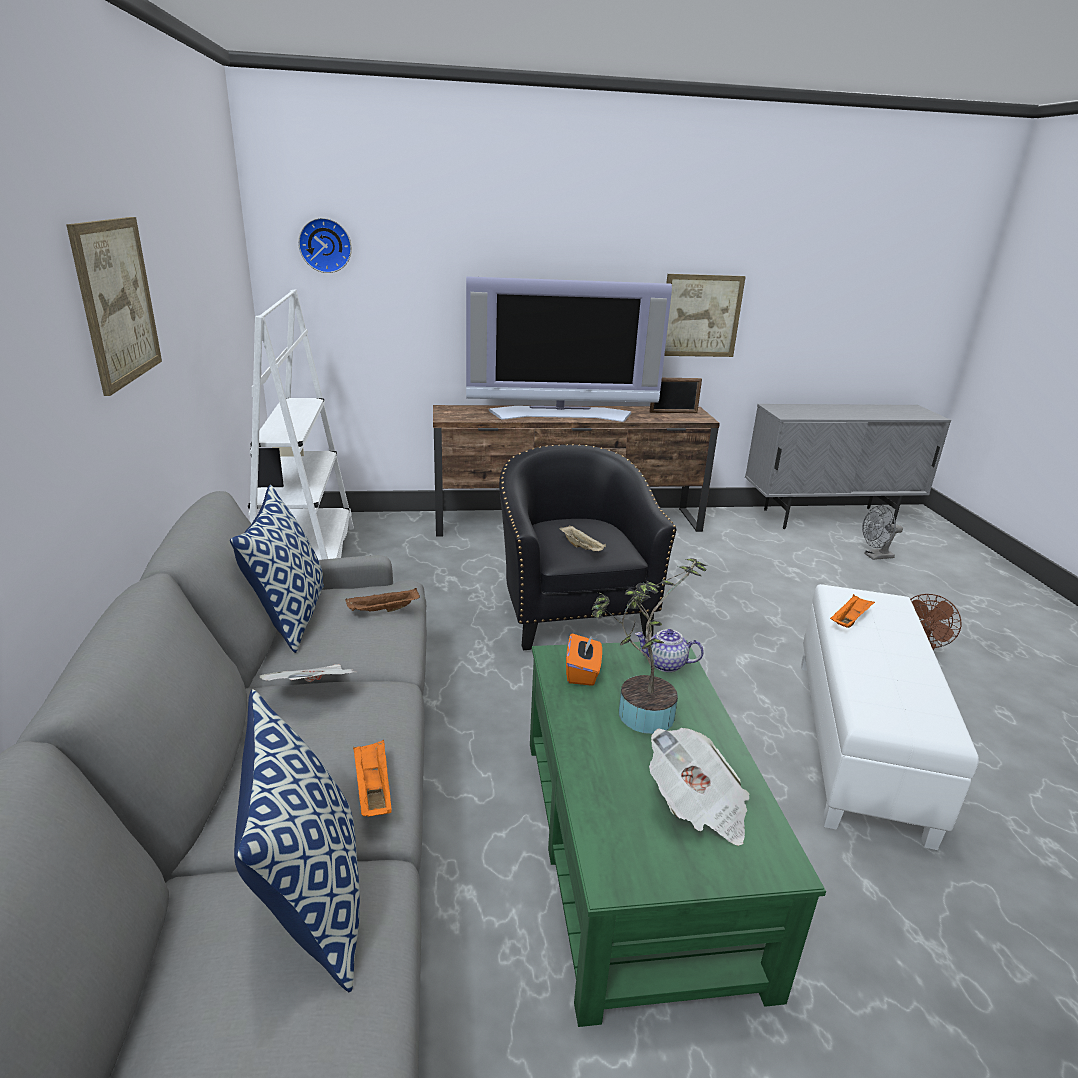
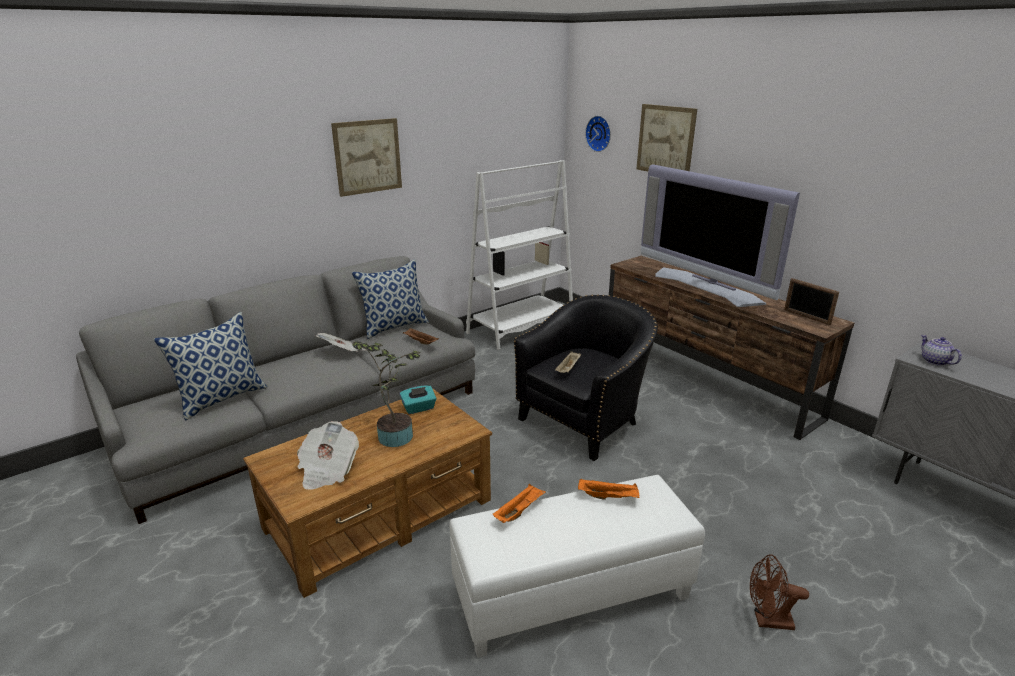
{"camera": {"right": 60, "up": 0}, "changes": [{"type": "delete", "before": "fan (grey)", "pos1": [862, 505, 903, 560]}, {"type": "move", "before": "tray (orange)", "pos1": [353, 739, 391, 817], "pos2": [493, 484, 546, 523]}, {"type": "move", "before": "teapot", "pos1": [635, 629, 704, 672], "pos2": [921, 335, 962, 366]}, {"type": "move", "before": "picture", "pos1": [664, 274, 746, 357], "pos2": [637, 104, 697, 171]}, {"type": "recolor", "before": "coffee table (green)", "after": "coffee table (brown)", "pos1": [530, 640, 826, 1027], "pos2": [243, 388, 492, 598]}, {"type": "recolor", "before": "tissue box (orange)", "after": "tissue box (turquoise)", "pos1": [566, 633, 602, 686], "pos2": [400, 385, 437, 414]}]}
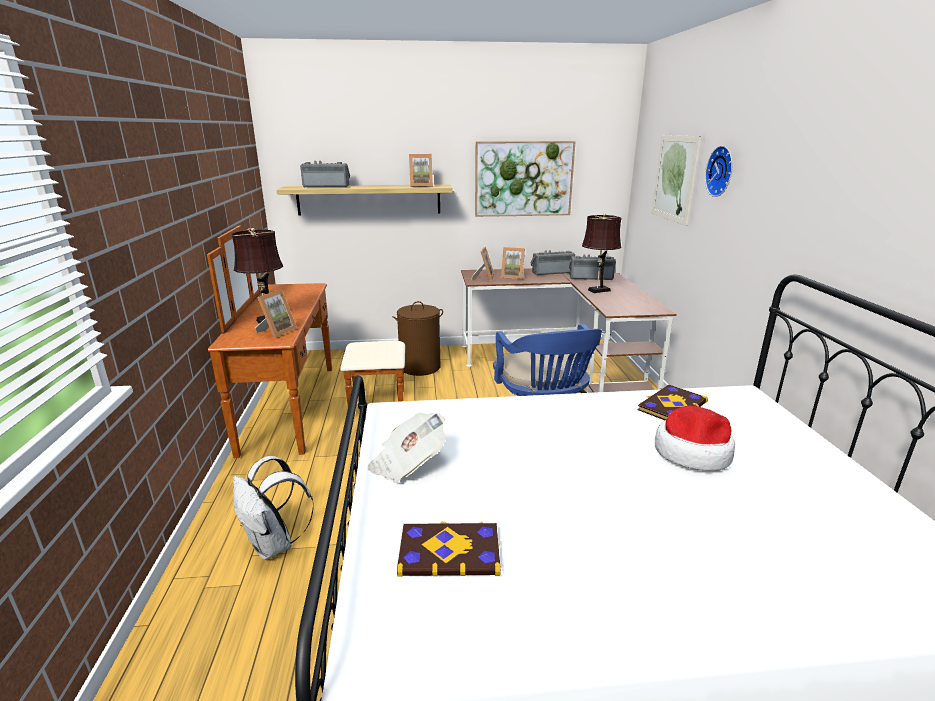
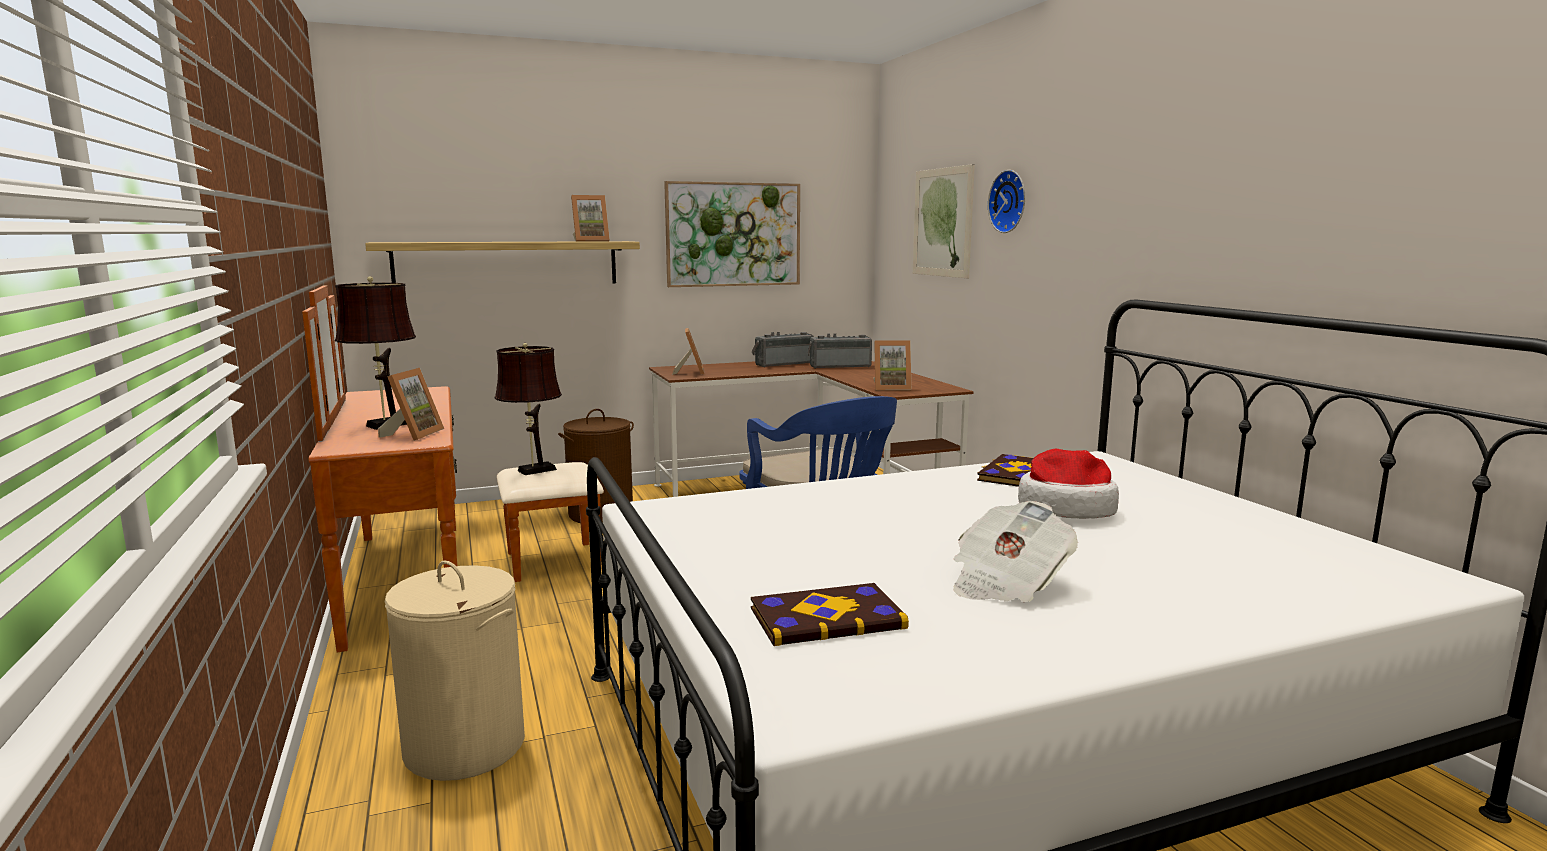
{"camera": {"right": -15, "up": -10}, "changes": [{"type": "delete", "before": "radio", "pos1": [300, 161, 350, 187]}, {"type": "move", "before": "newspaper", "pos1": [368, 412, 446, 483], "pos2": [953, 501, 1078, 602]}, {"type": "move", "before": "picture frame", "pos1": [501, 247, 525, 279], "pos2": [873, 340, 911, 391]}, {"type": "move", "before": "table lamp (brown)", "pos1": [582, 213, 621, 293], "pos2": [495, 343, 562, 475]}, {"type": "replace", "before": "backpack (white)", "after": "laundry basket (beige)", "pos1": [233, 456, 314, 560], "pos2": [385, 561, 525, 781]}]}
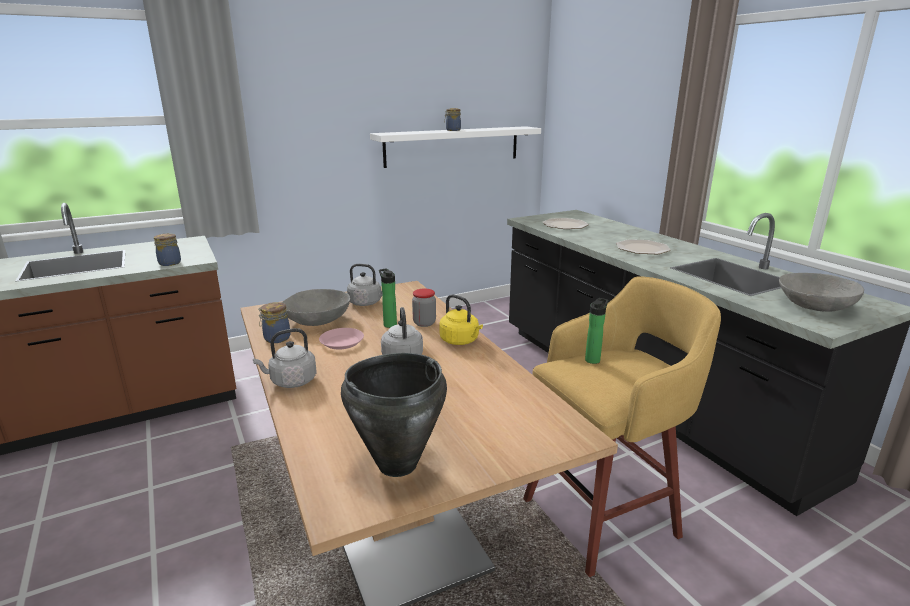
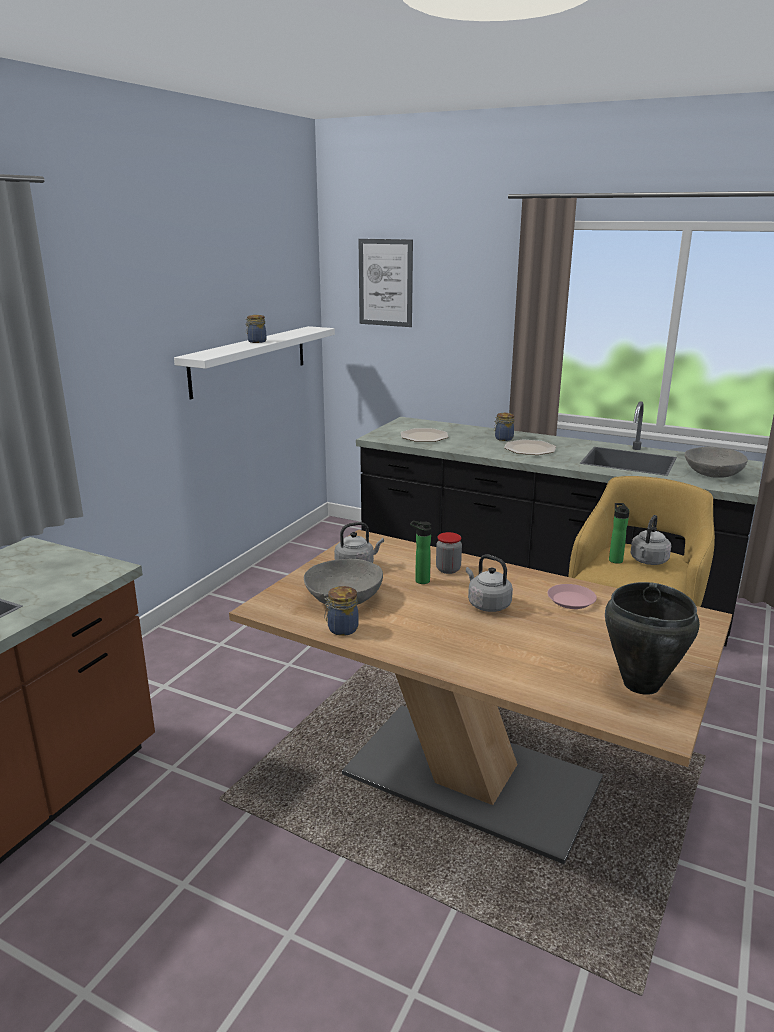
{"camera": {"right": -35, "up": 0}, "changes": [{"type": "delete", "before": "kettle (yellow)", "pos1": [440, 294, 483, 345]}, {"type": "insert", "after": "picture", "pos2": [359, 239, 413, 327]}, {"type": "move", "before": "jar", "pos1": [154, 233, 181, 266], "pos2": [494, 413, 514, 441]}, {"type": "move", "before": "kettle (grey)", "pos1": [253, 328, 317, 388], "pos2": [630, 515, 671, 565]}, {"type": "move", "before": "plate (pink)", "pos1": [319, 328, 364, 349], "pos2": [547, 584, 597, 609]}]}
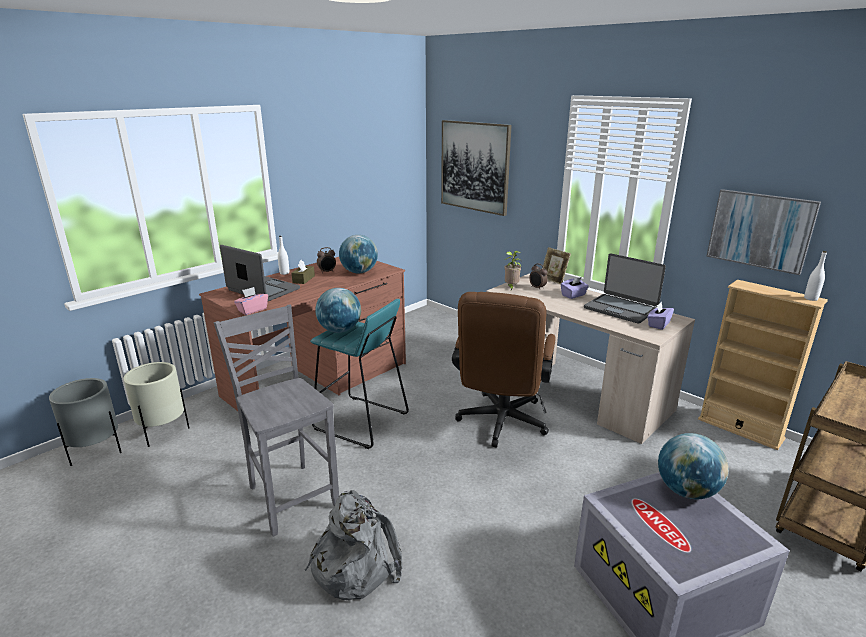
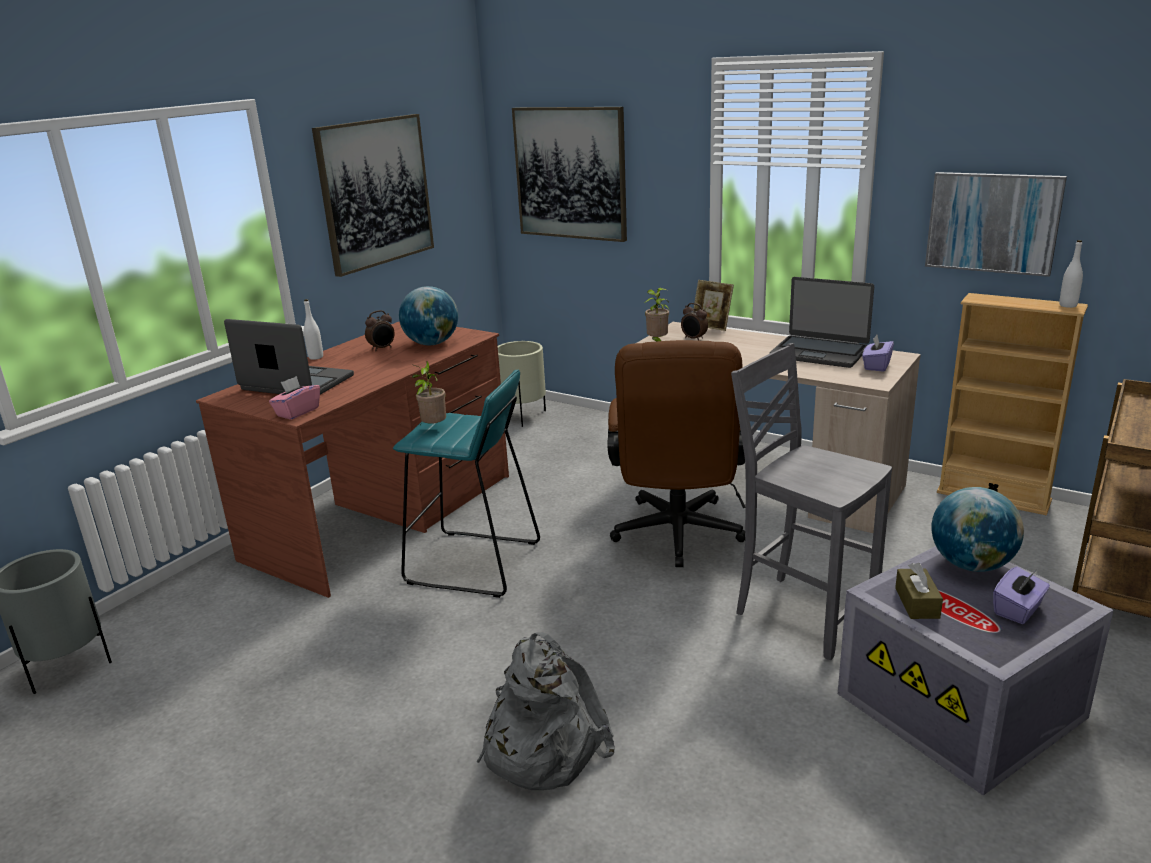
{"camera": {"right": -10, "up": 0}, "changes": [{"type": "insert", "after": "picture", "pos2": [312, 114, 434, 277]}, {"type": "move", "before": "planter (beige)", "pos1": [123, 362, 189, 447], "pos2": [498, 341, 546, 427]}, {"type": "move", "before": "chair (grey)", "pos1": [214, 304, 339, 537], "pos2": [731, 343, 892, 660]}, {"type": "move", "before": "tissue box (brown)", "pos1": [291, 260, 315, 284], "pos2": [895, 563, 943, 619]}, {"type": "move", "before": "tissue box (purple)", "pos1": [561, 277, 589, 299], "pos2": [993, 567, 1050, 624]}, {"type": "replace", "before": "globe", "after": "potted plant", "pos1": [315, 288, 361, 333], "pos2": [412, 361, 446, 425]}]}
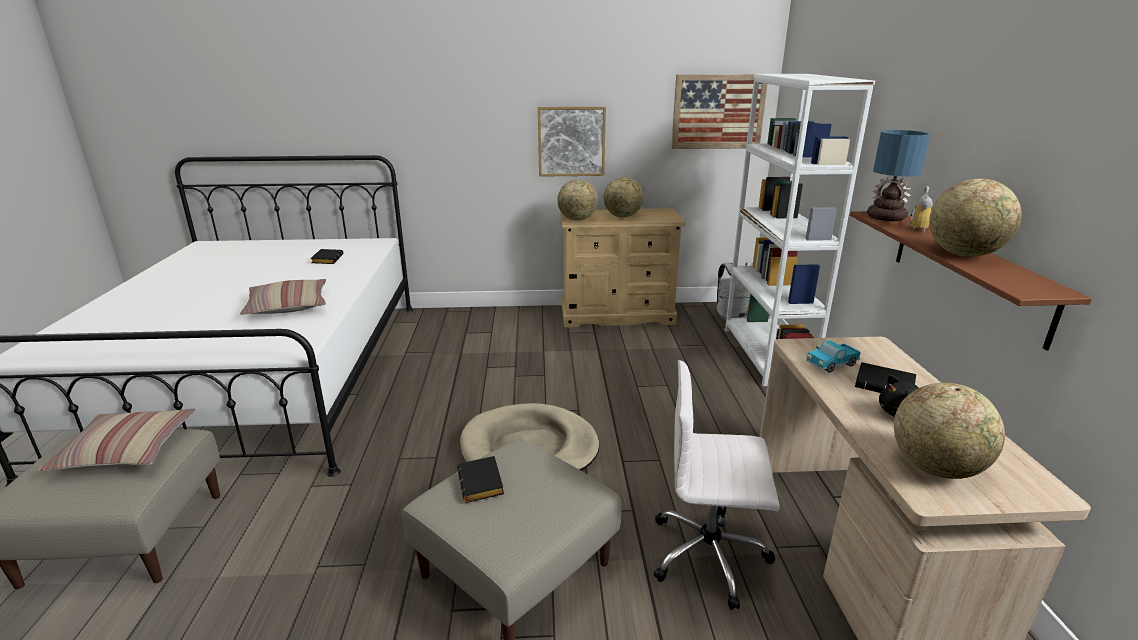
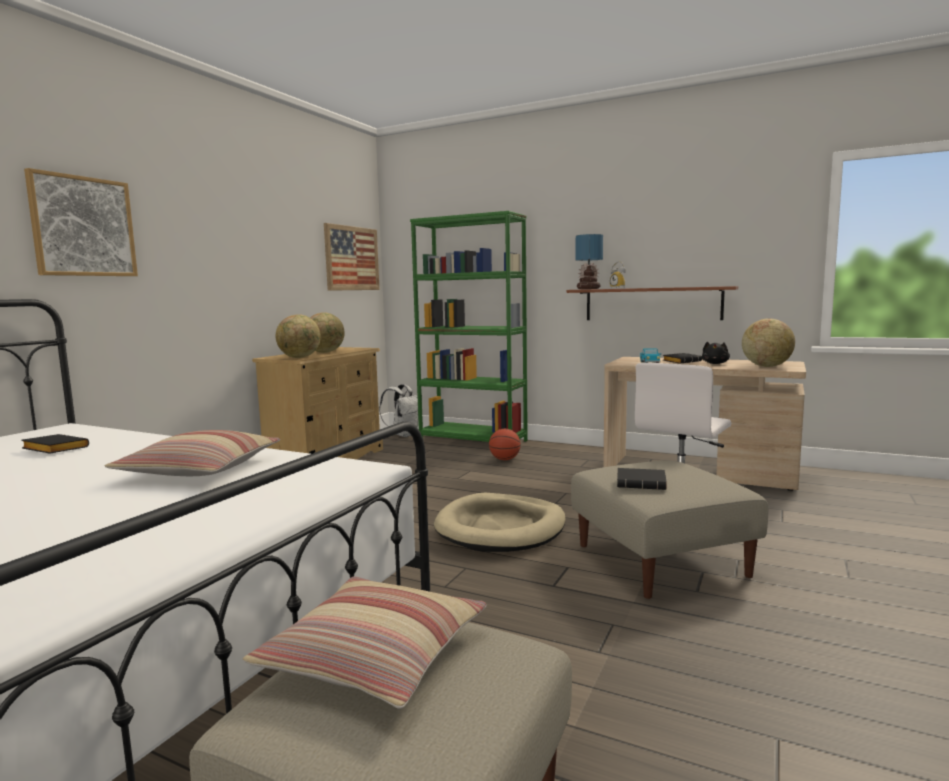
{"camera": {"right": -60, "up": -15}, "changes": [{"type": "delete", "before": "globe", "pos1": [929, 179, 1022, 257]}, {"type": "insert", "after": "basketball", "pos2": [489, 429, 521, 460]}, {"type": "move", "before": "picture", "pos1": [538, 107, 606, 177], "pos2": [24, 168, 138, 276]}, {"type": "recolor", "before": "bookcase (white)", "after": "bookcase (green)", "pos1": [725, 74, 875, 387], "pos2": [410, 211, 528, 442]}]}
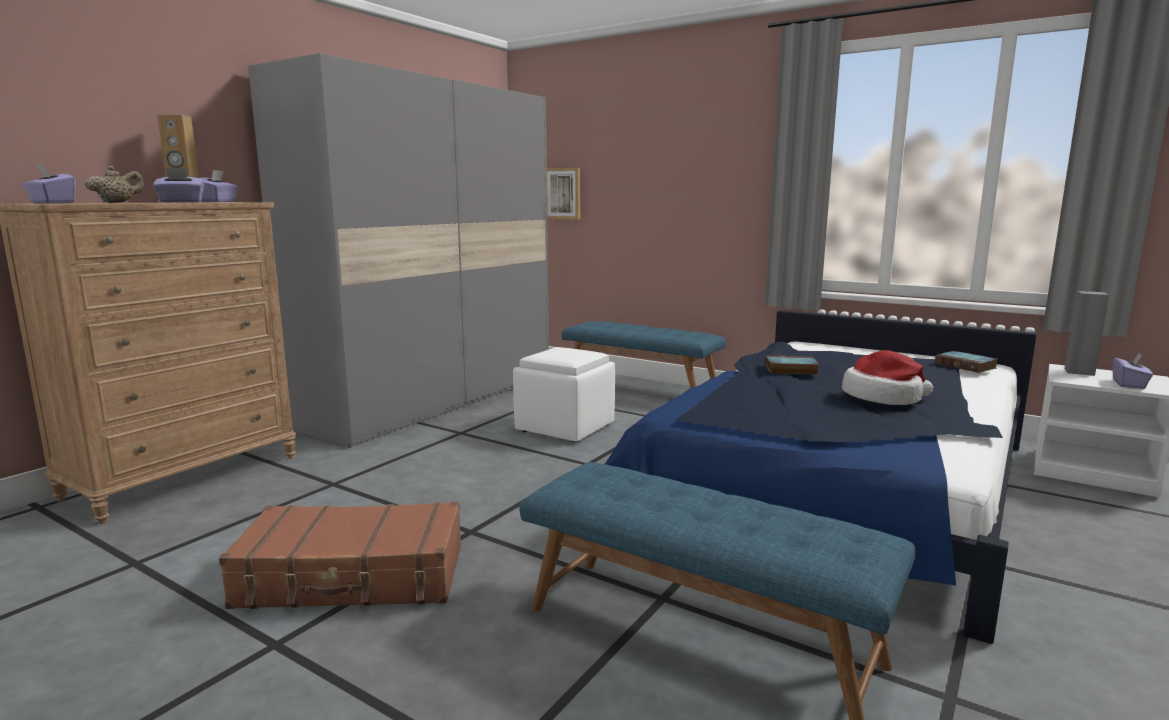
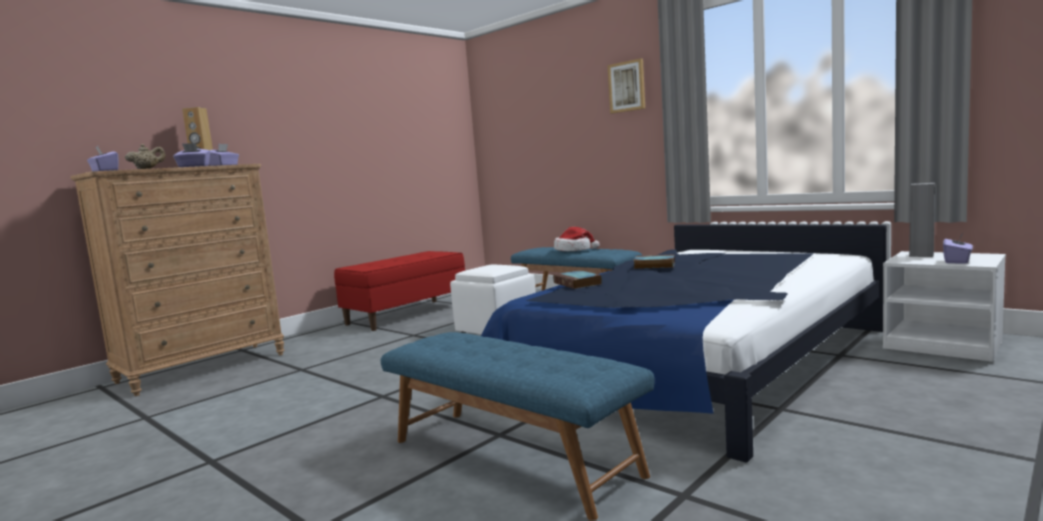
{"camera": {"right": 10, "up": -5}, "changes": [{"type": "delete", "before": "suitcase (brown)", "pos1": [219, 502, 461, 609]}, {"type": "move", "before": "picture", "pos1": [547, 168, 580, 219], "pos2": [608, 58, 645, 113]}, {"type": "move", "before": "hat", "pos1": [842, 350, 933, 405], "pos2": [554, 227, 600, 251]}, {"type": "move", "before": "book", "pos1": [935, 351, 997, 373], "pos2": [553, 270, 602, 289]}, {"type": "replace", "before": "wardrobe (grey)", "after": "bench (red)", "pos1": [248, 53, 549, 447], "pos2": [334, 251, 465, 331]}]}
